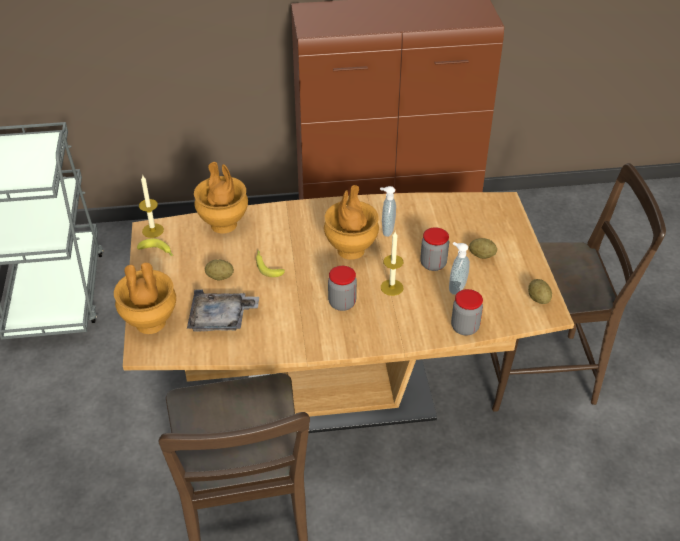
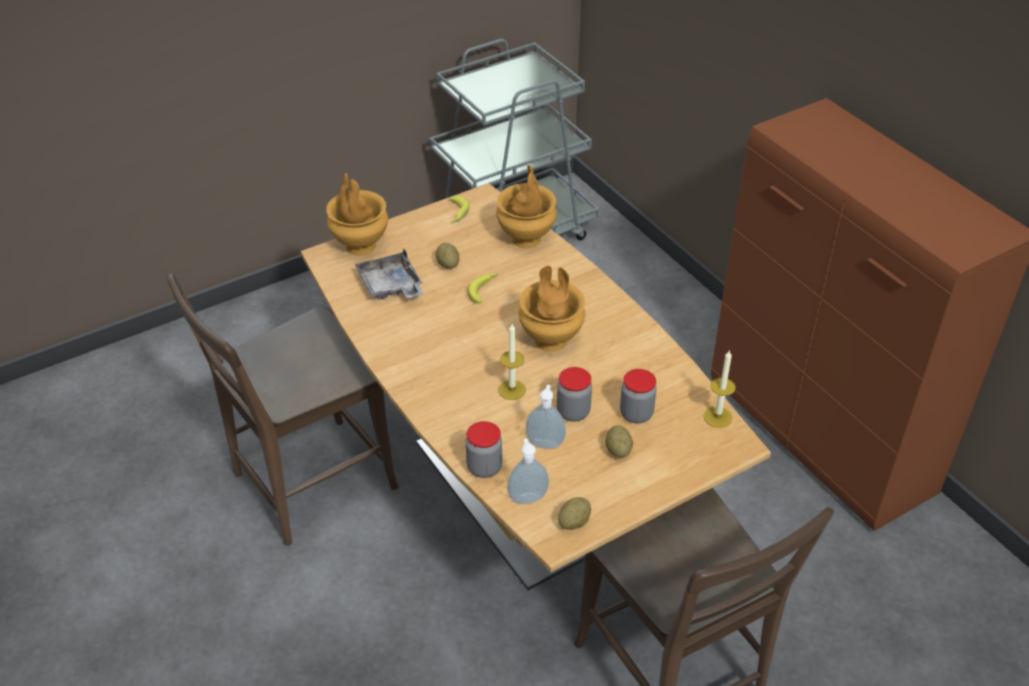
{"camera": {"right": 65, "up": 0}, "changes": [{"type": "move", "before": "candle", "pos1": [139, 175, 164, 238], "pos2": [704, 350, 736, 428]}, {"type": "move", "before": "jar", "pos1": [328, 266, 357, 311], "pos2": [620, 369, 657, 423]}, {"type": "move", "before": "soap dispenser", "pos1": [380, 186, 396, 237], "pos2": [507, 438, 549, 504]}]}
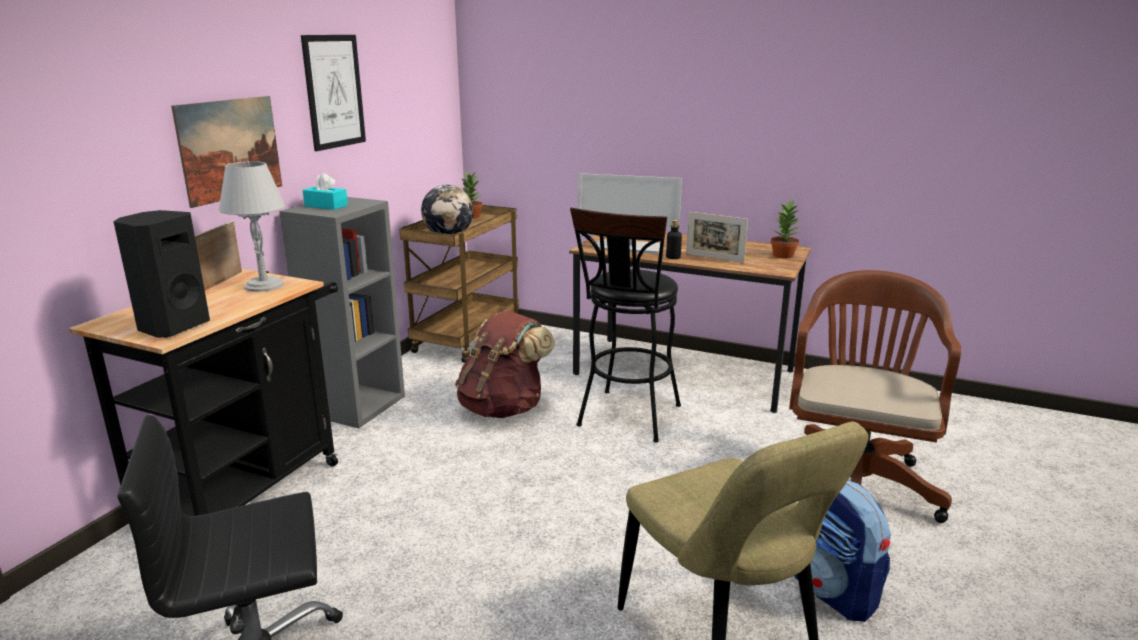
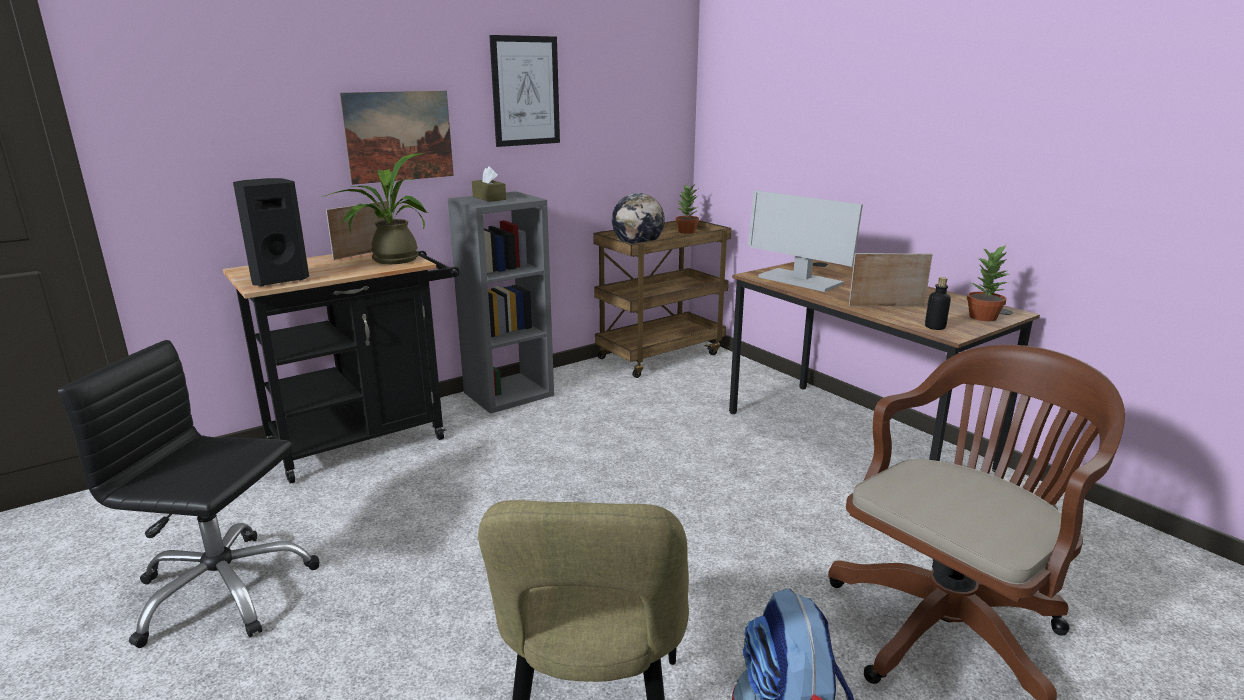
{"camera": {"right": 30, "up": 0}, "changes": [{"type": "delete", "before": "backpack (brown)", "pos1": [455, 310, 555, 418]}, {"type": "delete", "before": "stool (black)", "pos1": [570, 208, 681, 443]}, {"type": "move", "before": "bottle", "pos1": [666, 220, 682, 259], "pos2": [925, 277, 951, 330]}, {"type": "replace", "before": "table lamp (grey)", "after": "potted plant", "pos1": [219, 161, 285, 292], "pos2": [322, 153, 428, 264]}, {"type": "recolor", "before": "tissue box (turquoise)", "after": "tissue box (brown)", "pos1": [303, 173, 348, 210], "pos2": [472, 166, 506, 202]}, {"type": "rotate", "before": "picture frame", "pos1": [686, 212, 748, 263], "pos2": [849, 253, 933, 307], "turn": 120}]}
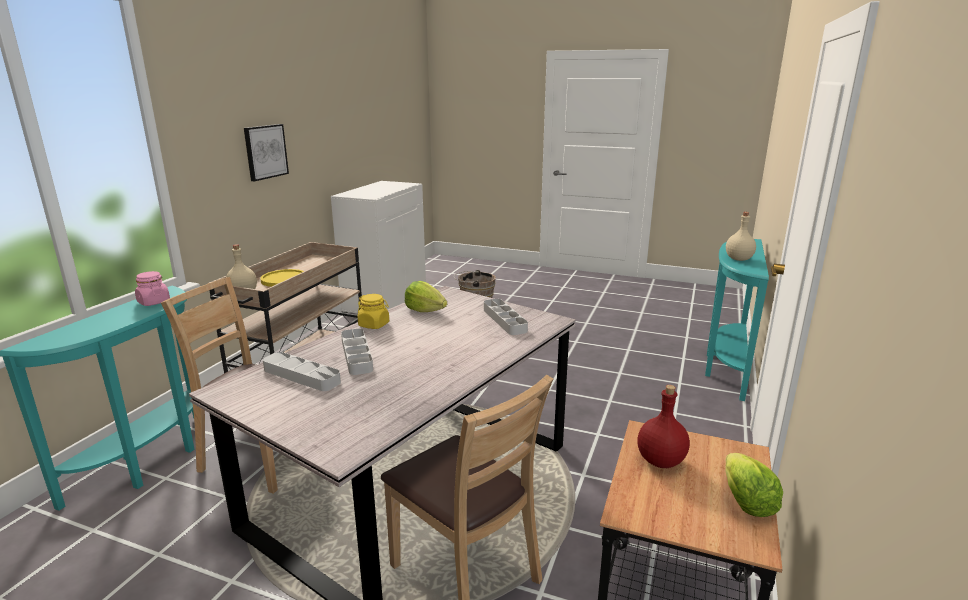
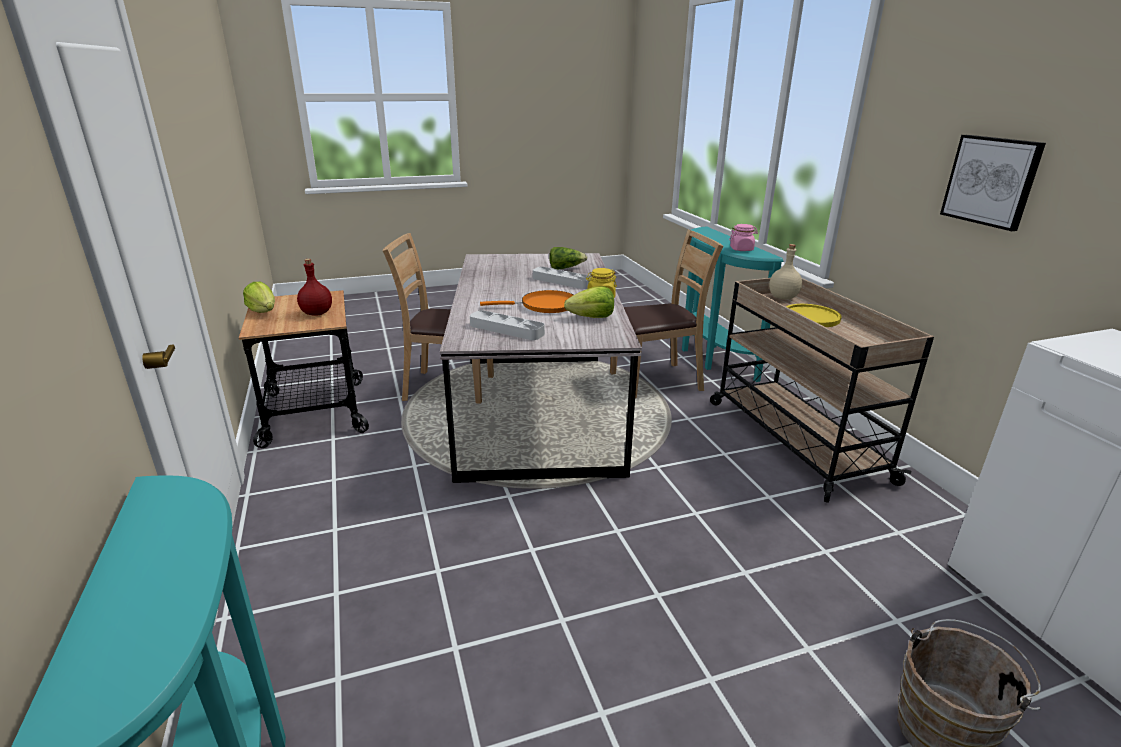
{"camera": {"right": 140, "up": 5}, "changes": [{"type": "delete", "before": "bottle (beige)", "pos1": [726, 212, 756, 261]}, {"type": "insert", "after": "frying pan (orange)", "pos2": [480, 290, 573, 313]}, {"type": "replace", "before": "tray (grey)", "after": "lettuce", "pos1": [263, 352, 341, 391], "pos2": [549, 247, 587, 269]}]}
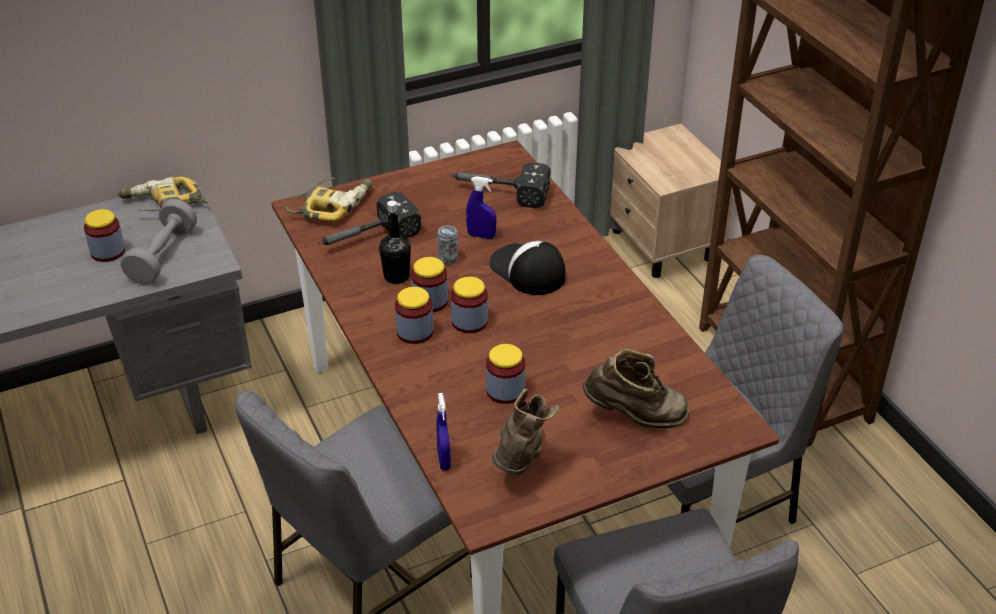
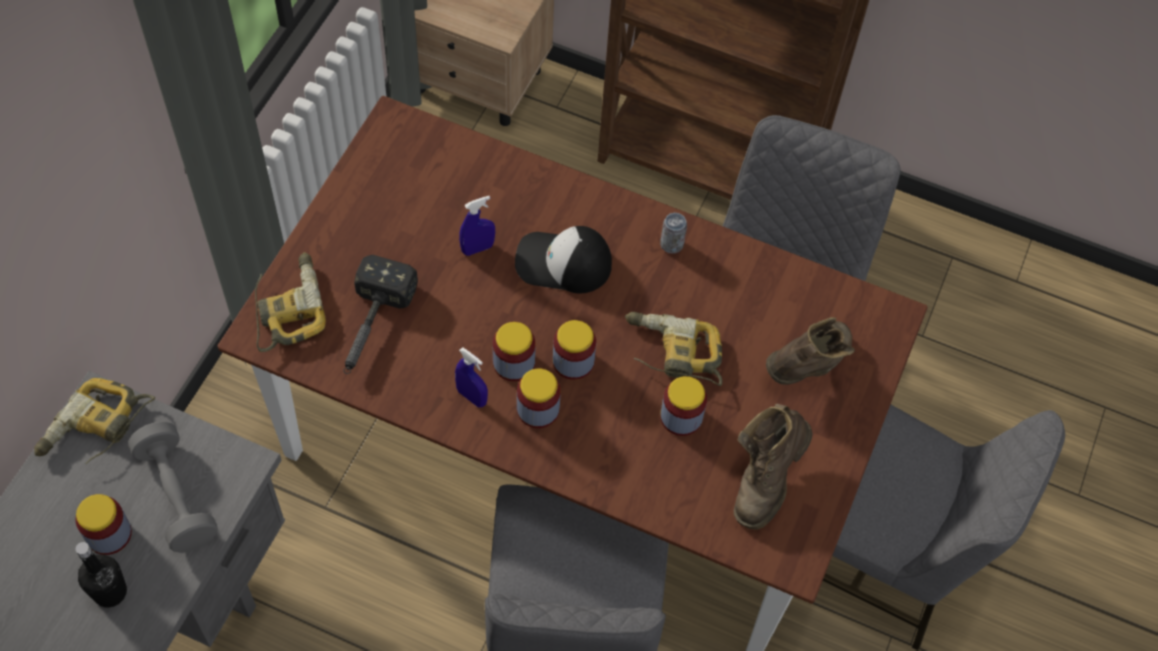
{"camera": {"right": -45, "up": 20}, "changes": [{"type": "delete", "before": "hammer", "pos1": [450, 162, 551, 208]}, {"type": "insert", "after": "power drill", "pos2": [625, 312, 722, 386]}, {"type": "move", "before": "bottle (black)", "pos1": [379, 201, 411, 284], "pos2": [76, 542, 127, 607]}, {"type": "move", "before": "spray bottle (blue)", "pos1": [436, 393, 451, 471], "pos2": [455, 347, 488, 408]}, {"type": "move", "before": "can", "pos1": [437, 226, 458, 265], "pos2": [660, 213, 687, 254]}, {"type": "rotate", "before": "boot (brown)", "pos1": [492, 389, 559, 475], "pos2": [734, 404, 813, 530], "turn": -120}]}
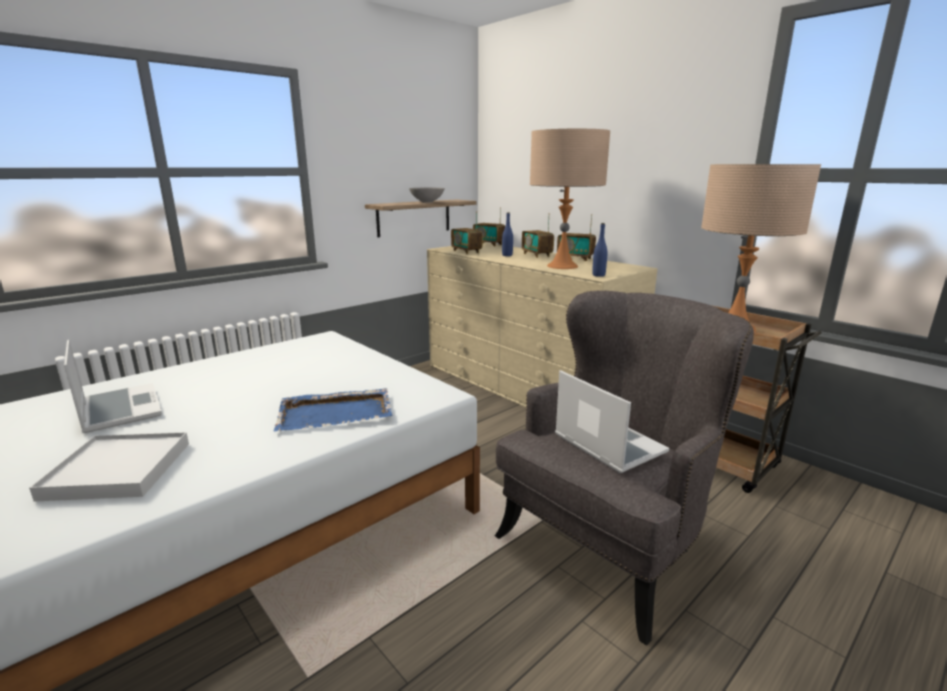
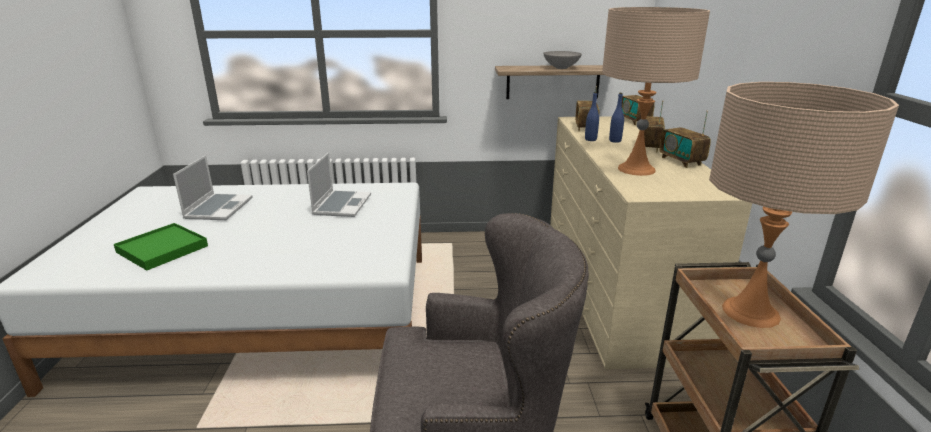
{"camera": {"right": 40, "up": 5}, "changes": [{"type": "delete", "before": "tray (blue)", "pos1": [273, 388, 392, 431]}, {"type": "move", "before": "laptop", "pos1": [555, 370, 669, 473], "pos2": [307, 152, 371, 217]}, {"type": "move", "before": "bottle (blue)", "pos1": [592, 223, 608, 277], "pos2": [585, 92, 599, 141]}, {"type": "recolor", "before": "tray (white)", "after": "tray (green)", "pos1": [29, 432, 189, 502], "pos2": [114, 223, 208, 270]}]}
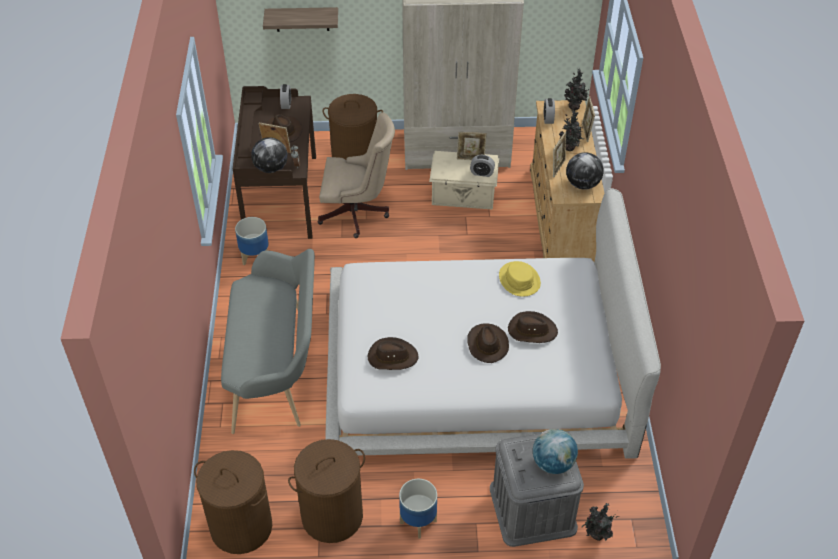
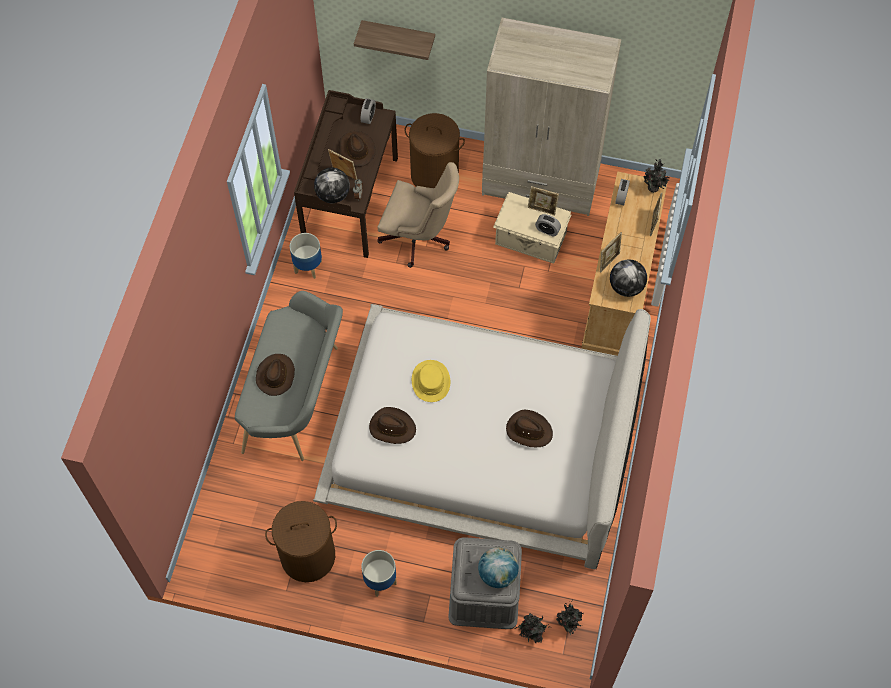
{"camera": {"right": 15, "up": 15}, "changes": [{"type": "delete", "before": "laundry basket (brown)", "pos1": [194, 450, 272, 554]}, {"type": "move", "before": "hat (brown)", "pos1": [467, 323, 509, 363], "pos2": [256, 354, 295, 396]}, {"type": "move", "before": "hat (yellow)", "pos1": [499, 261, 541, 297], "pos2": [412, 360, 450, 402]}, {"type": "move", "before": "potted plant", "pos1": [559, 109, 584, 151], "pos2": [556, 602, 584, 635]}]}
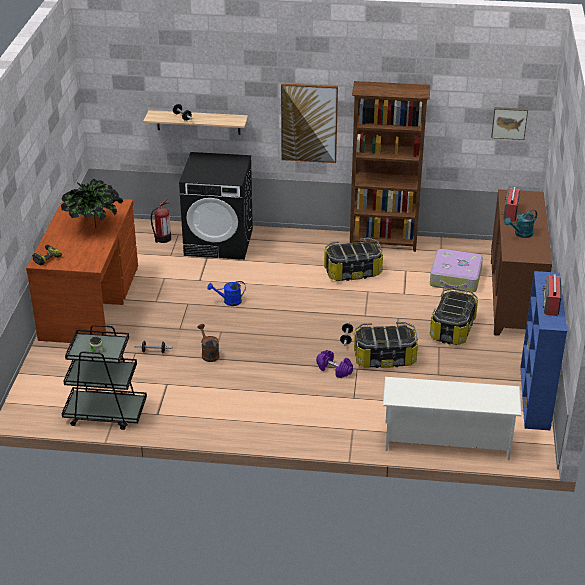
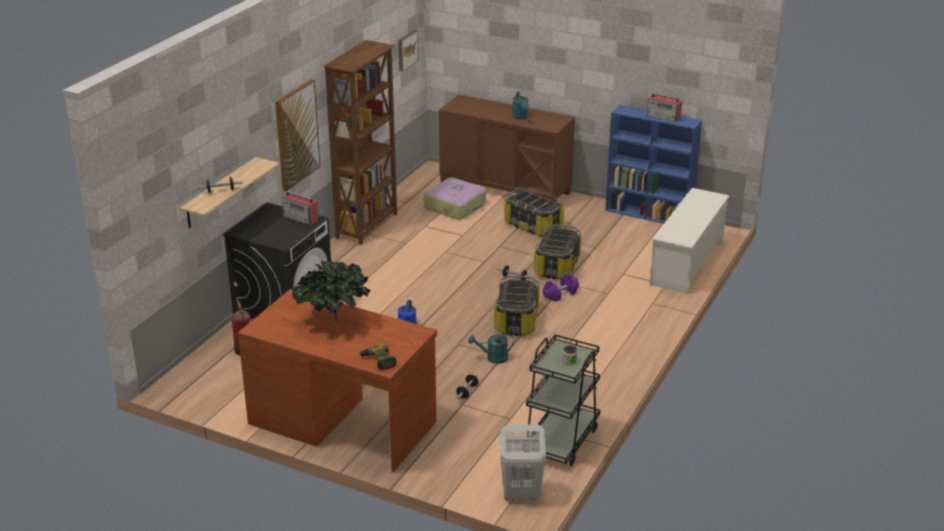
{"camera": {"right": -70, "up": -5}, "changes": [{"type": "insert", "after": "laundry basket (white)", "pos2": [500, 425, 546, 500]}, {"type": "move", "before": "storage box", "pos1": [324, 238, 383, 281], "pos2": [494, 275, 539, 336]}, {"type": "move", "before": "radio", "pos1": [502, 187, 520, 222], "pos2": [282, 191, 319, 225]}, {"type": "recolor", "before": "watering can (brown)", "after": "watering can (turquoise)", "pos1": [197, 324, 219, 362], "pos2": [468, 333, 514, 364]}]}
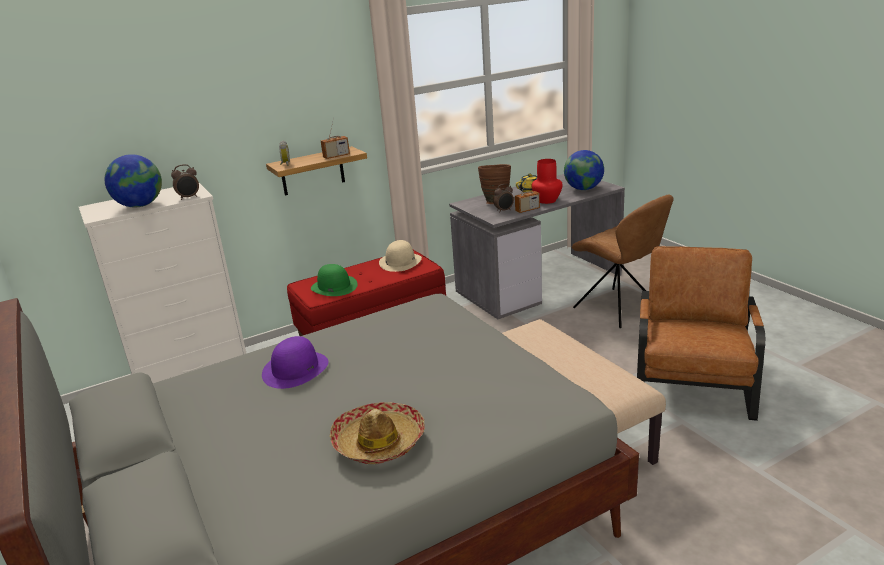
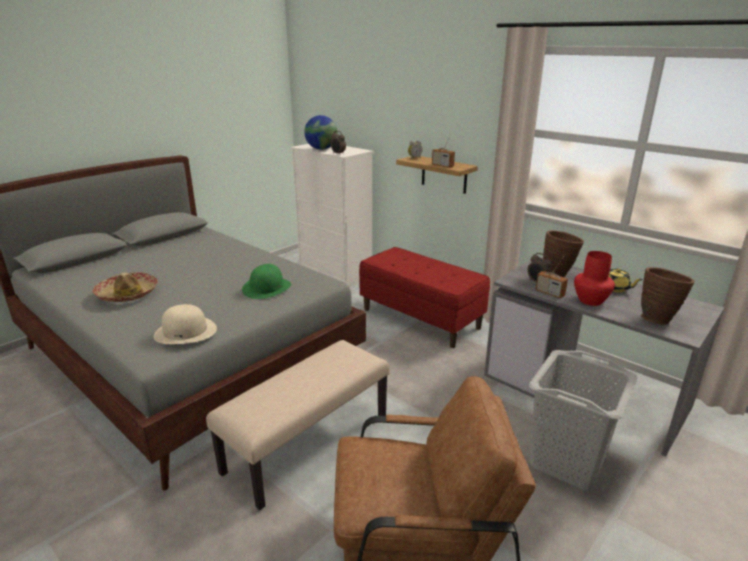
{"camera": {"right": 70, "up": 0}, "changes": [{"type": "delete", "before": "hat (purple)", "pos1": [262, 336, 329, 389]}, {"type": "move", "before": "hat (green)", "pos1": [311, 264, 358, 296], "pos2": [242, 264, 291, 299]}, {"type": "move", "before": "hat (beige)", "pos1": [379, 240, 422, 272], "pos2": [154, 304, 217, 344]}, {"type": "replace", "before": "globe", "after": "vase (brown)", "pos1": [564, 150, 604, 190], "pos2": [641, 267, 694, 325]}, {"type": "replace", "before": "chair (brown)", "after": "laundry basket (grey)", "pos1": [572, 194, 674, 328], "pos2": [529, 350, 638, 491]}]}
